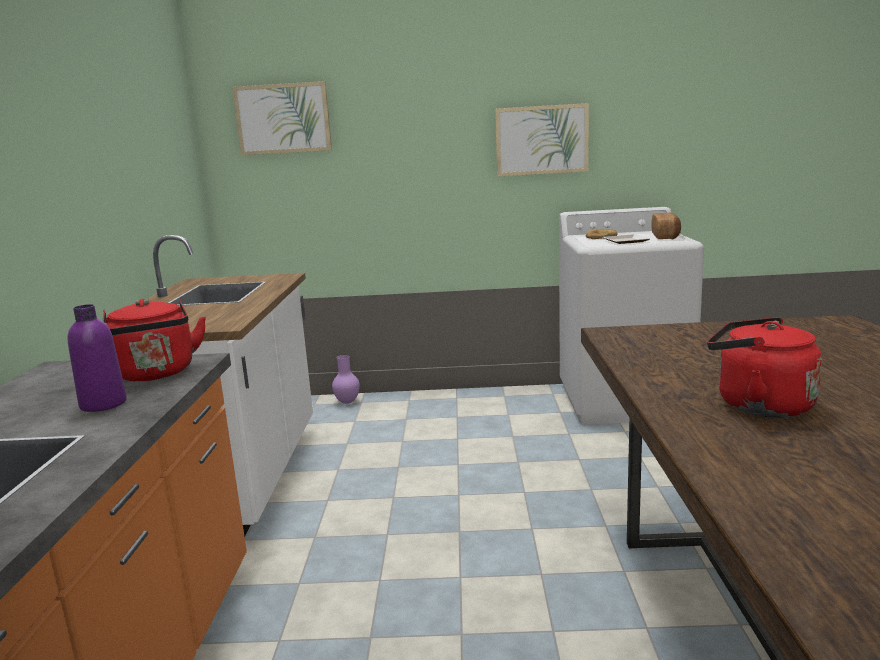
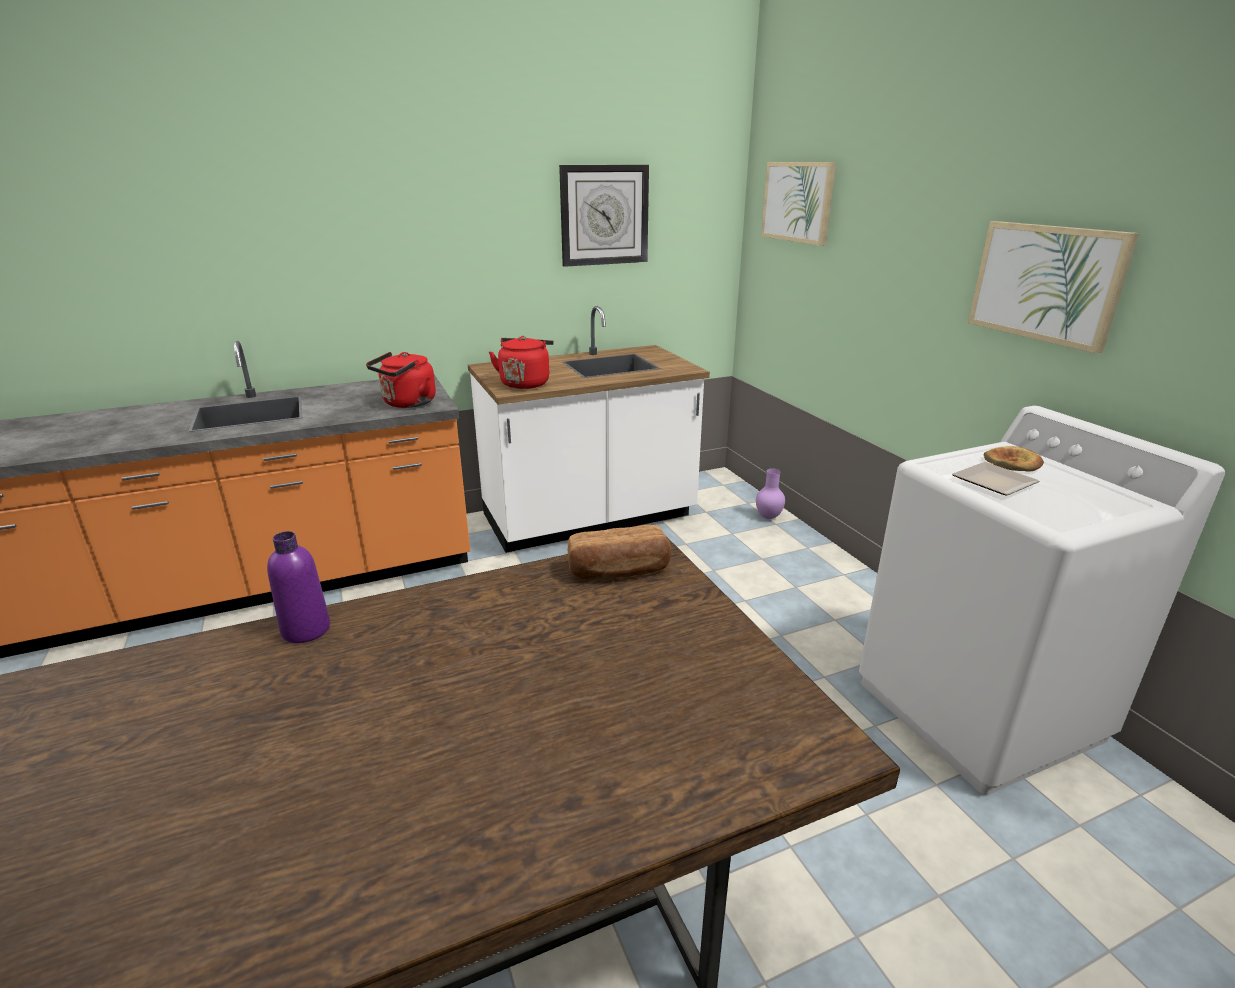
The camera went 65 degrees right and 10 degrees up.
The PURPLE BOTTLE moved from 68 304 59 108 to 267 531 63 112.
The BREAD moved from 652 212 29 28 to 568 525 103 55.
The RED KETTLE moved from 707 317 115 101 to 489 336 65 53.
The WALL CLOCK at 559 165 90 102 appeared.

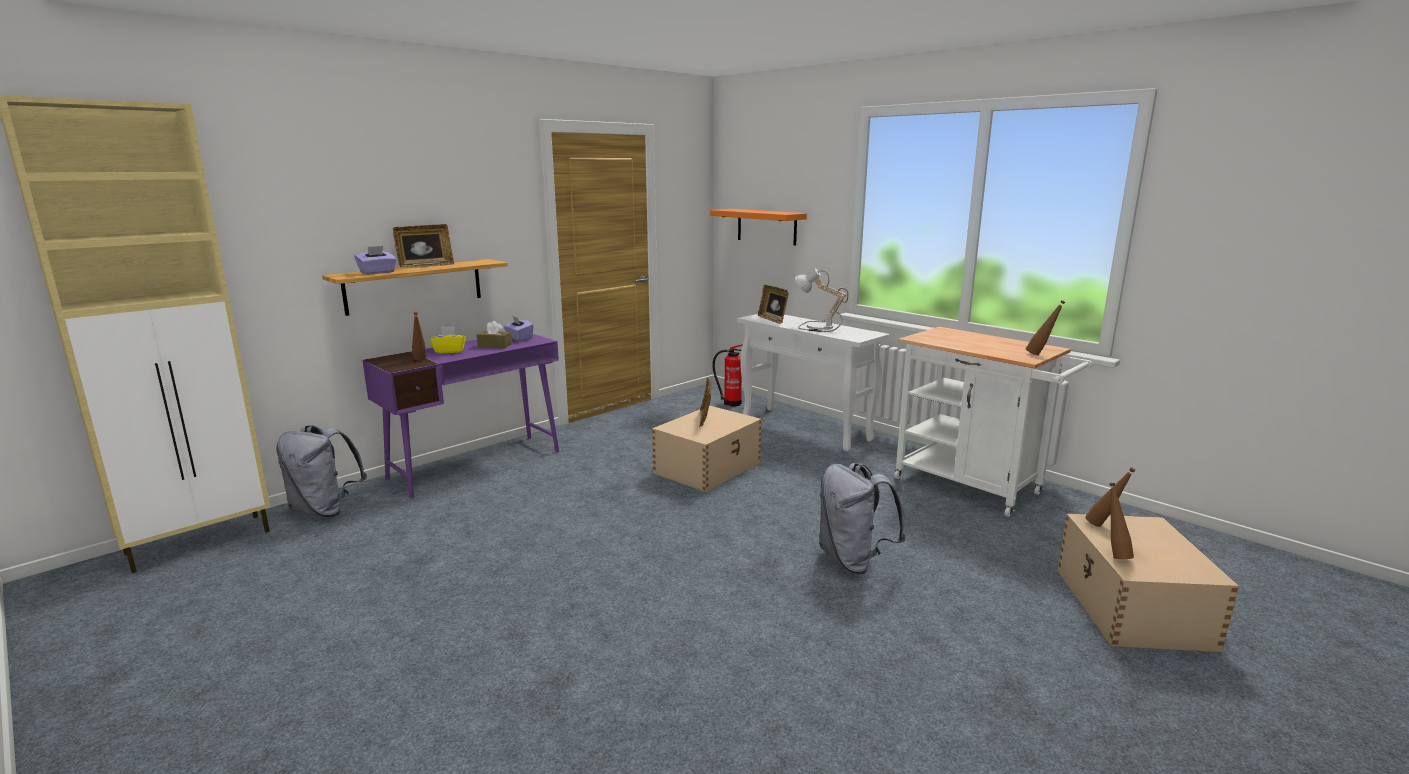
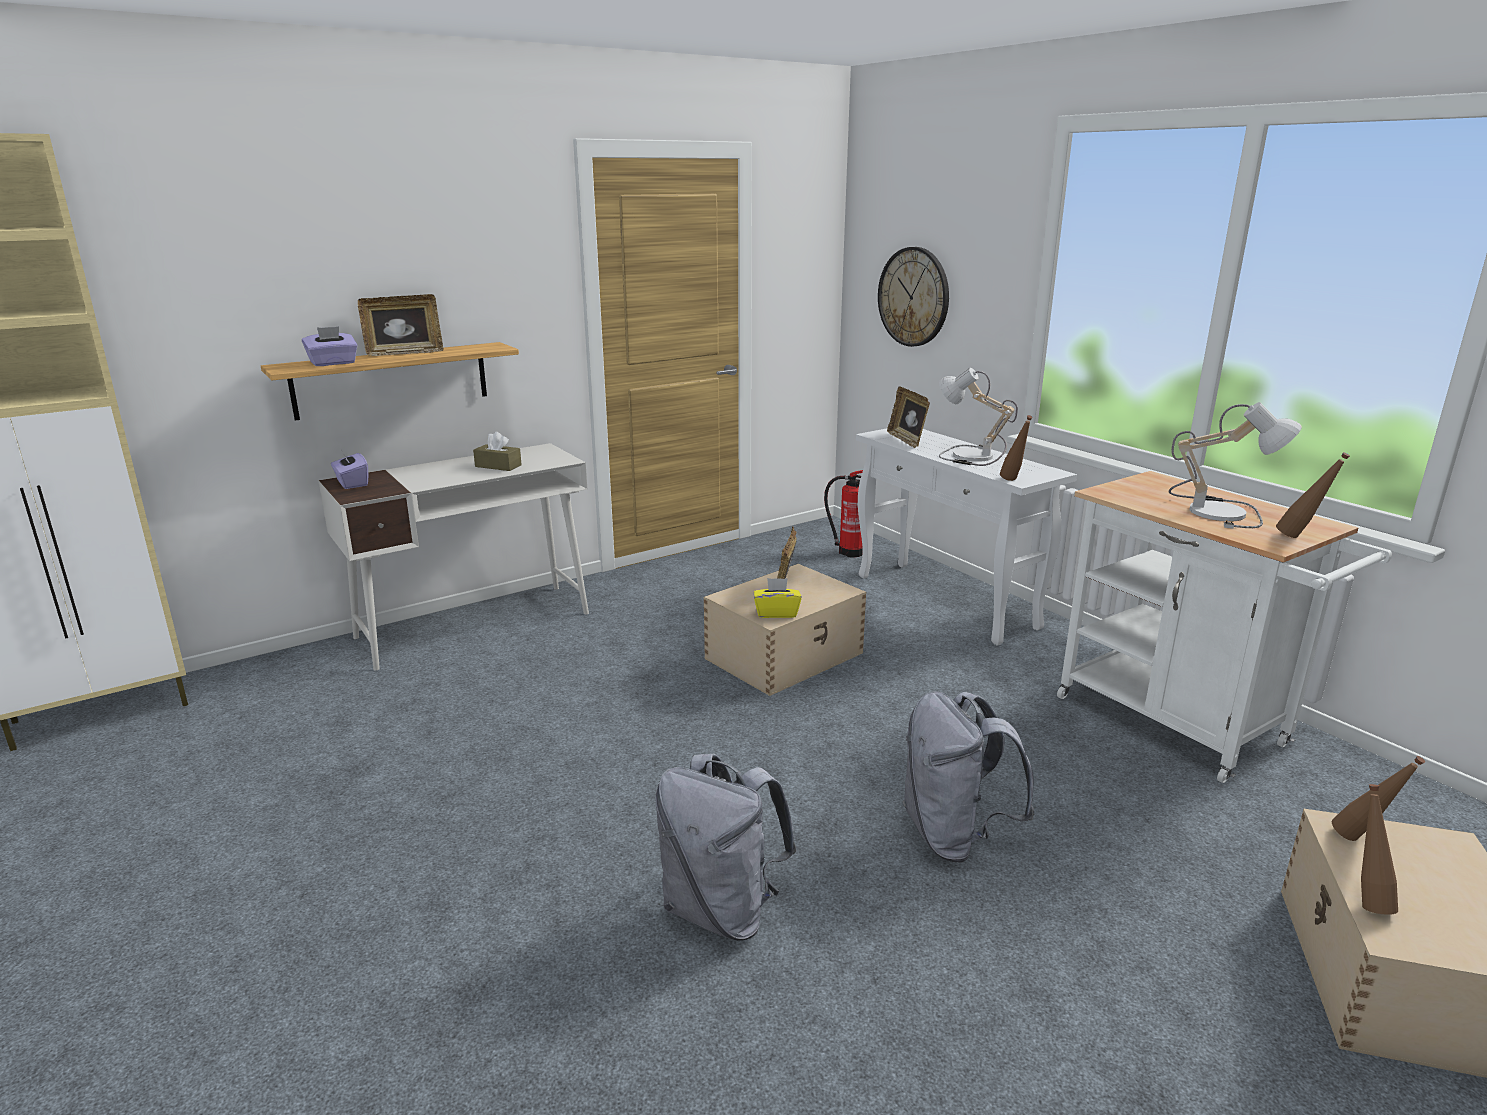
The camera went 10 degrees right and 5 degrees up.
The GREY BACKPACK moved from 276 425 91 92 to 656 754 140 187.
The PURPLE DESK at 362 334 197 164 became the WHITE DESK at 318 443 271 228.
The BROWN BOTTLE moved from 412 312 15 49 to 1000 415 33 66.
The YELLOW TISSUE BOX moved from 430 326 36 28 to 754 578 48 40.
The PURPLE TISSUE BOX moved from 504 316 30 25 to 331 451 37 38.
The ORANGE SHELF at 710 209 97 37 was replaced by the WALL CLOCK at 878 247 71 100.
The TABLE LAMP at 1169 402 133 126 appeared.

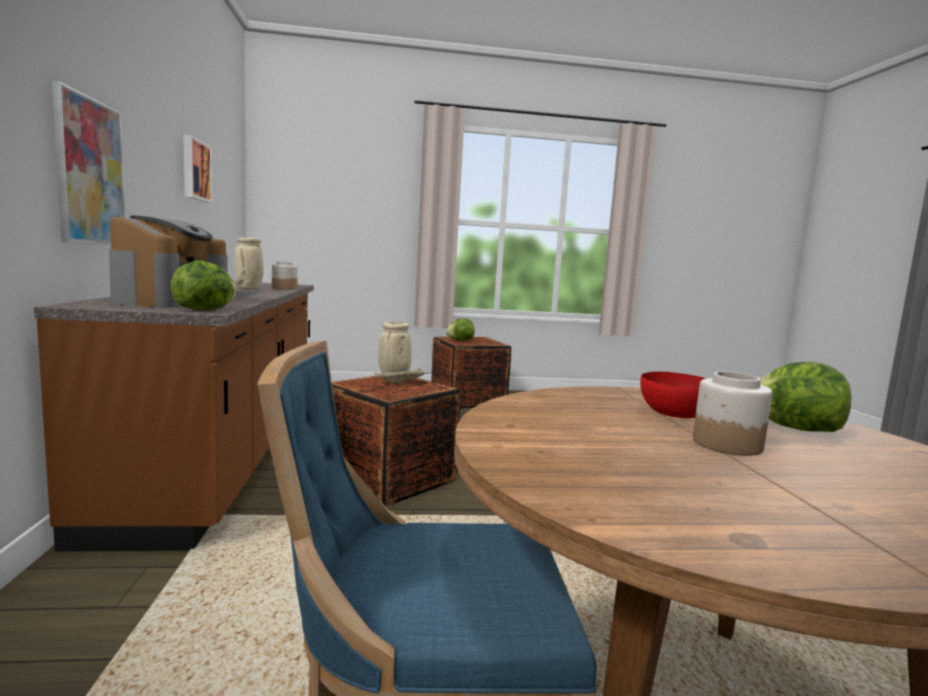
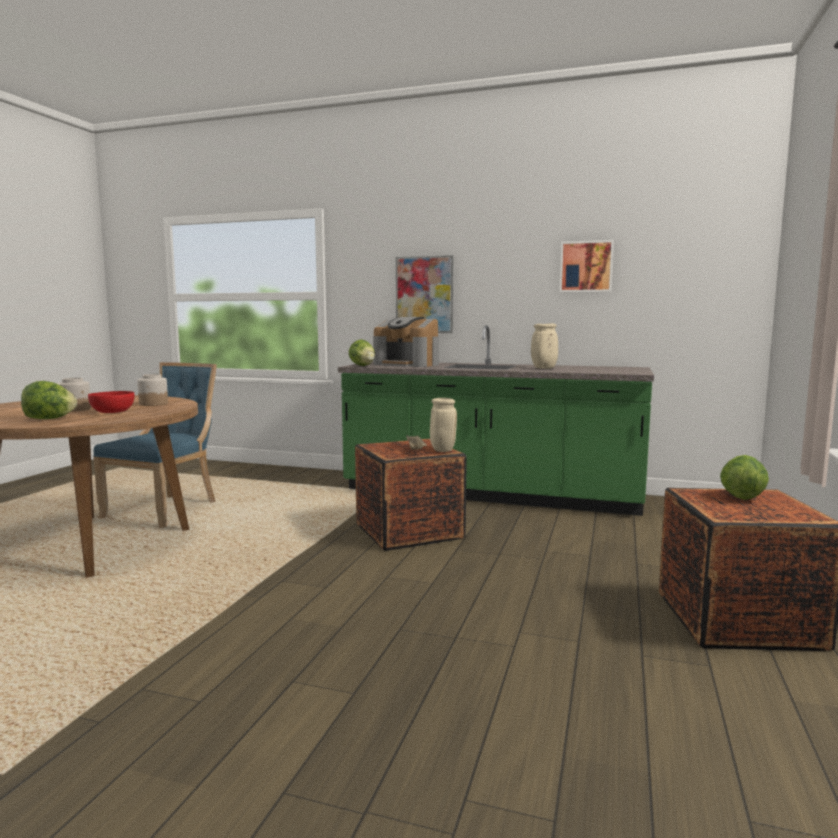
The camera went 115 degrees right and 0 degrees up.
The BROWN COUNTER at 34 281 280 271 became the GREEN COUNTER at 338 325 316 191.
The JAR moved from 272 261 26 29 to 137 374 31 32.

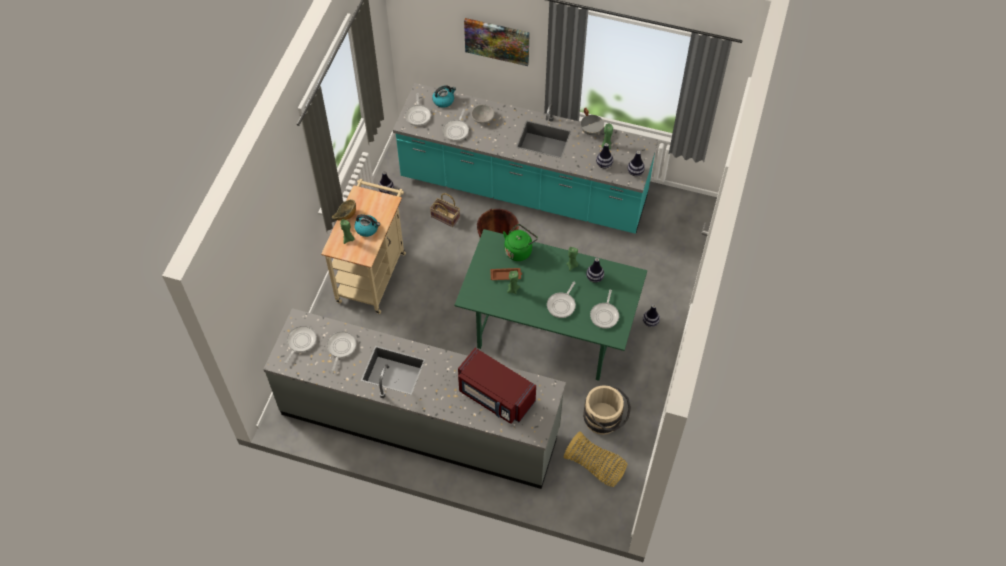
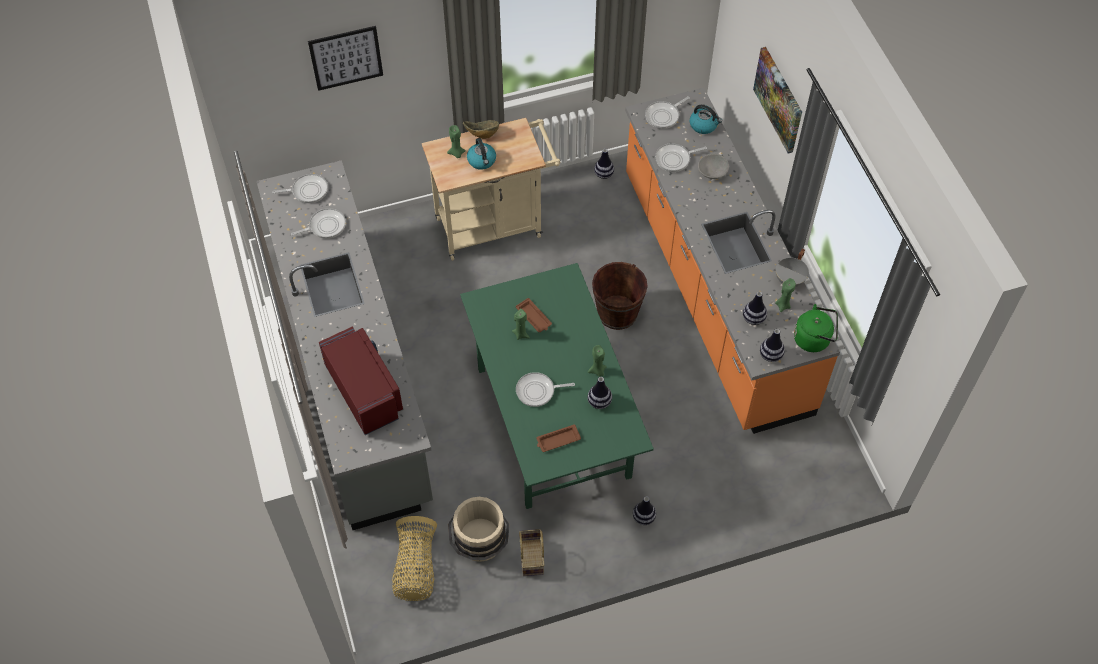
The camera went 55 degrees right and 0 degrees up.
The TURQUOISE COUNTER at 393 83 265 151 became the ORANGE COUNTER at 625 88 215 346.
The BASKET moved from 430 193 30 34 to 519 529 25 47.
The RED MICROWAVE at 458 348 78 76 turned 150 degrees clockwise.
The GREEN KETTLE moved from 503 224 35 37 to 794 304 44 48.
The FRYING PAN at 590 290 29 39 was replaced by the BROWN TRAY at 537 424 44 28.
The PICTURE at 308 26 75 65 appeared.

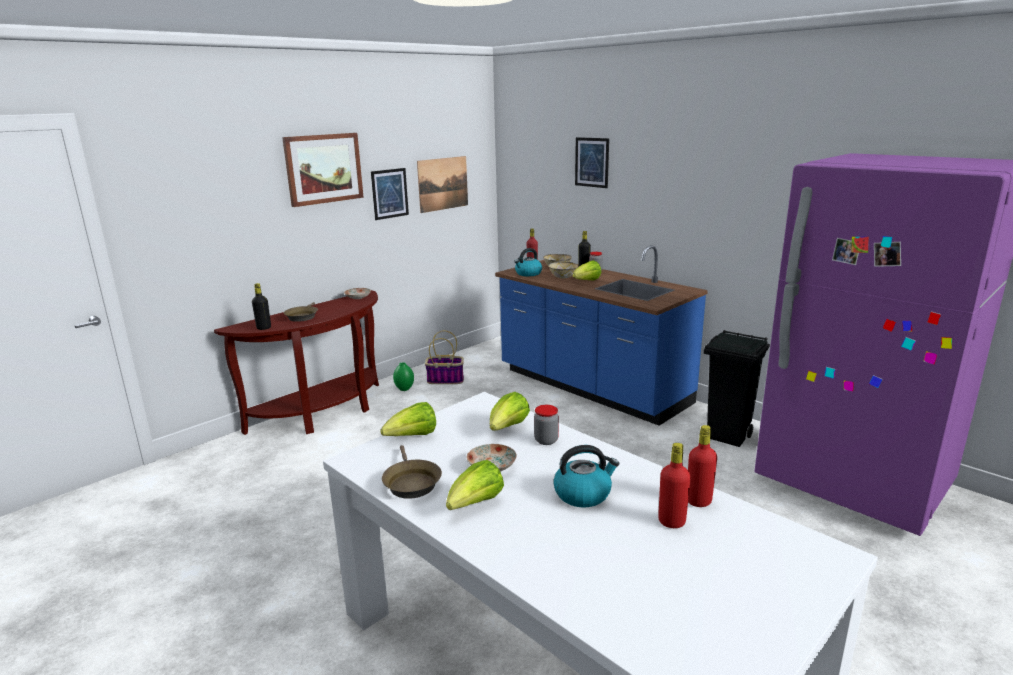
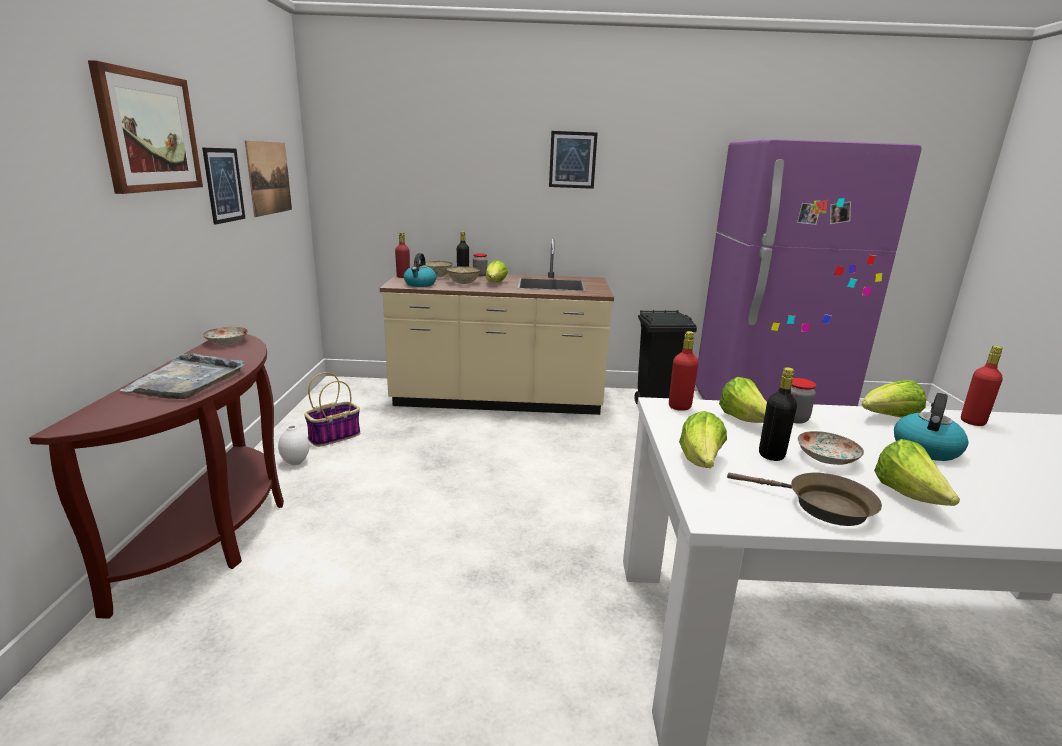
The camera went 45 degrees left and 0 degrees up.
The BLACK BOTTLE moved from 252 283 19 47 to 759 367 38 94.
The BROWN FRYING PAN at 284 302 34 20 was replaced by the GREY TRAY at 119 354 126 45.
The GREEN VASE at 393 362 21 29 became the WHITE VASE at 278 425 31 40.
The BLUE COUNTER at 495 245 213 181 became the BEIGE COUNTER at 380 238 234 177.
The PICTURE moved from 575 137 34 51 to 549 131 49 58.
The RED BOTTLE moved from 658 443 33 85 to 669 331 30 80.
The LETTUCE at 862 380 64 38 appeared.

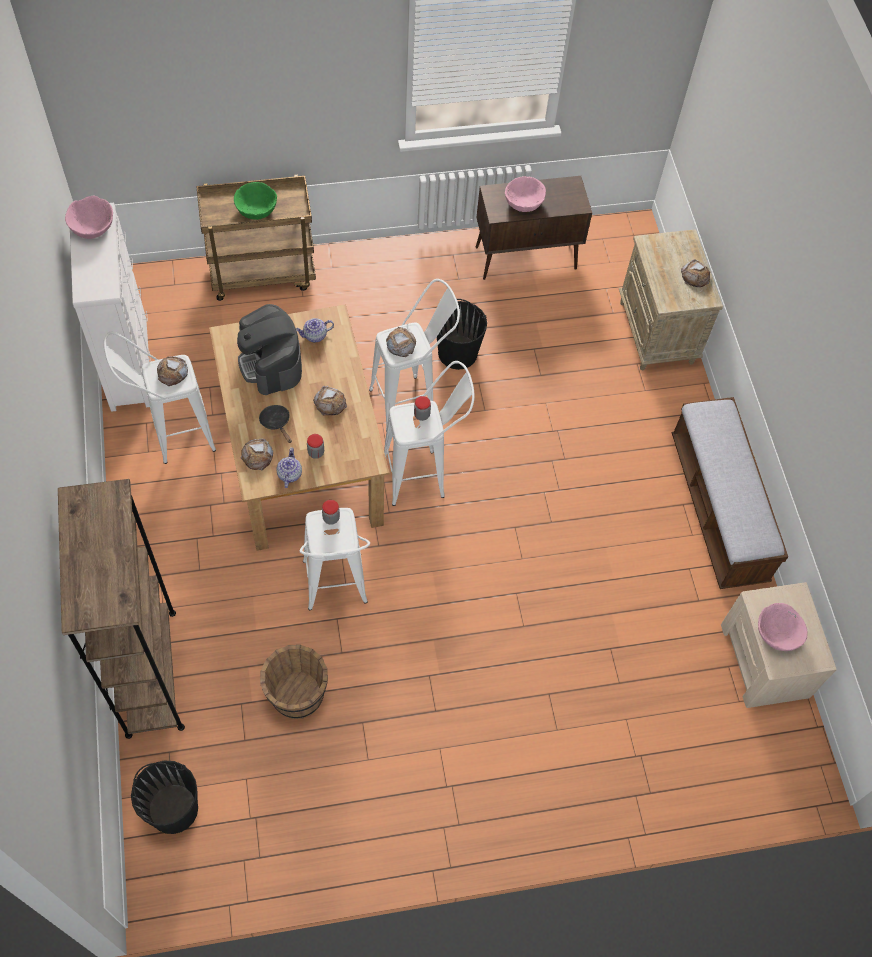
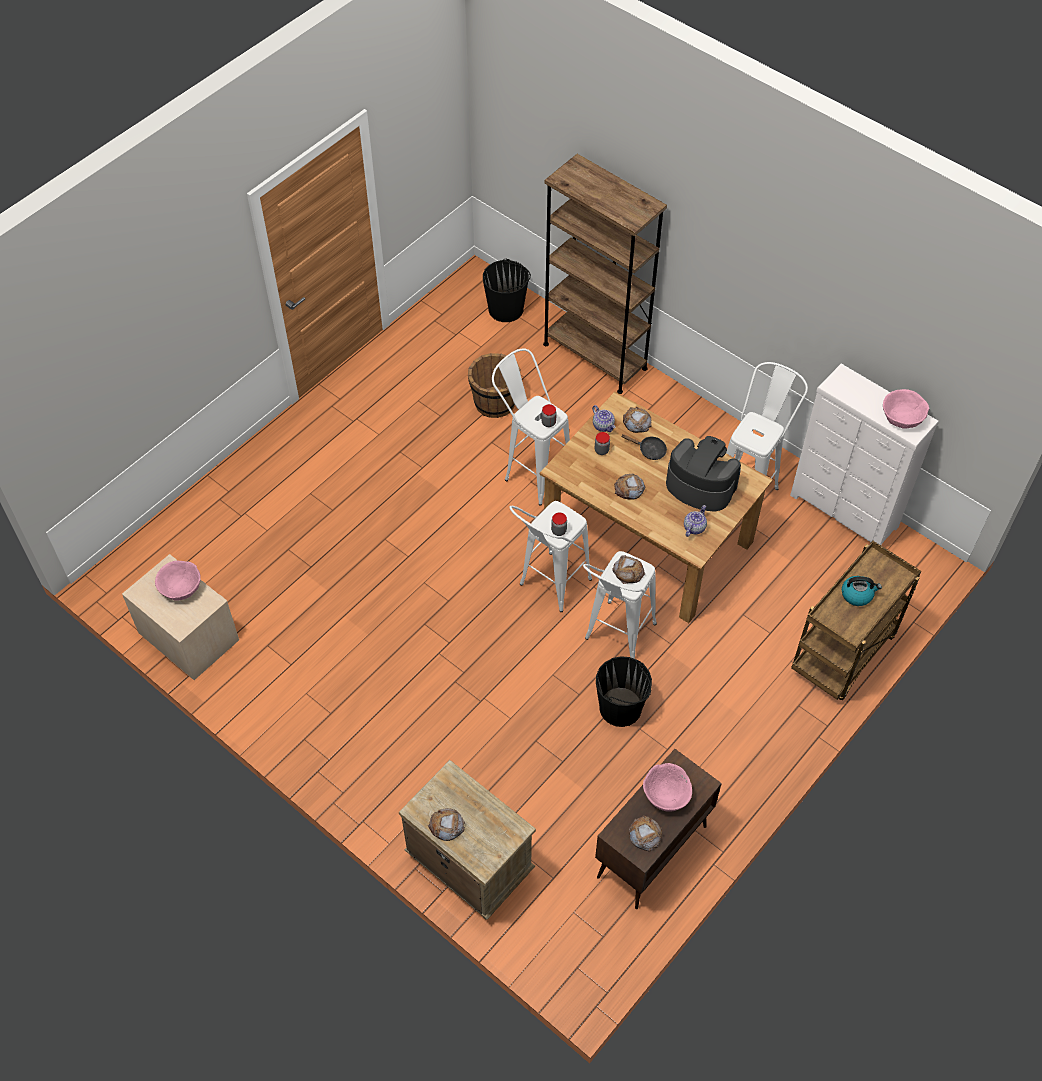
The camera went 145 degrees right and 5 degrees down.
The BREAD moved from 157 356 31 30 to 629 815 33 37.
The GREEN BOWL at 234 182 43 38 was replaced by the KETTLE at 842 576 40 30.
The BENCH at 672 397 116 192 disappeared.

